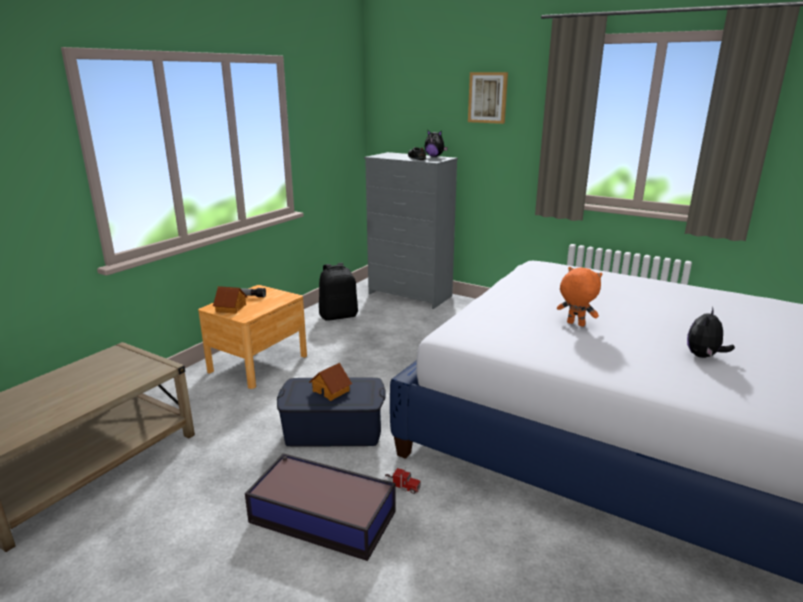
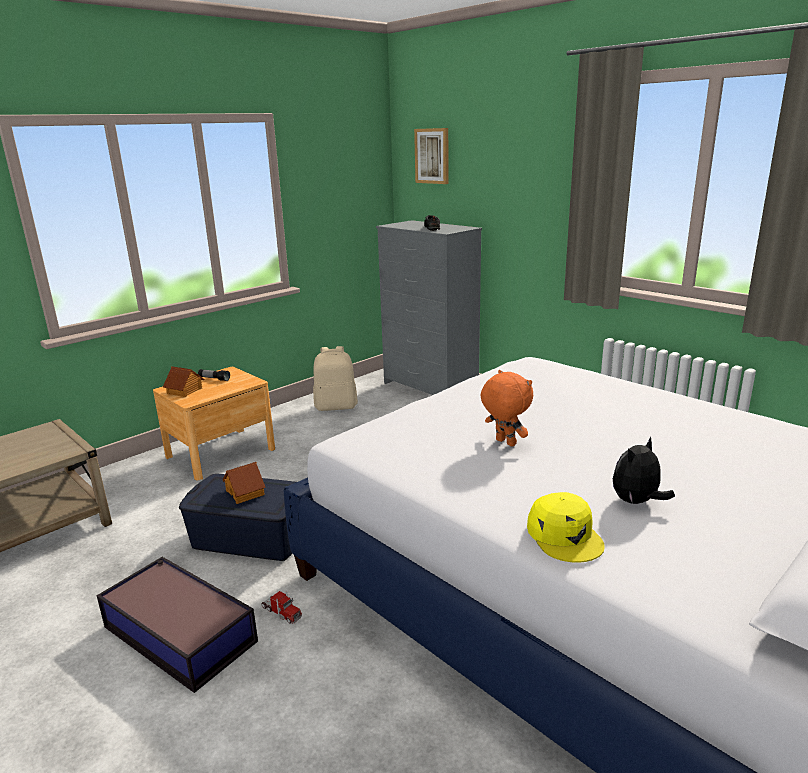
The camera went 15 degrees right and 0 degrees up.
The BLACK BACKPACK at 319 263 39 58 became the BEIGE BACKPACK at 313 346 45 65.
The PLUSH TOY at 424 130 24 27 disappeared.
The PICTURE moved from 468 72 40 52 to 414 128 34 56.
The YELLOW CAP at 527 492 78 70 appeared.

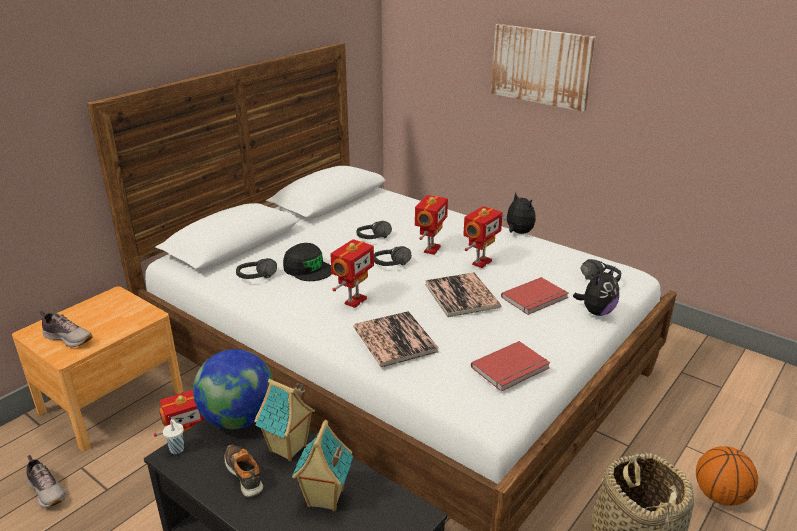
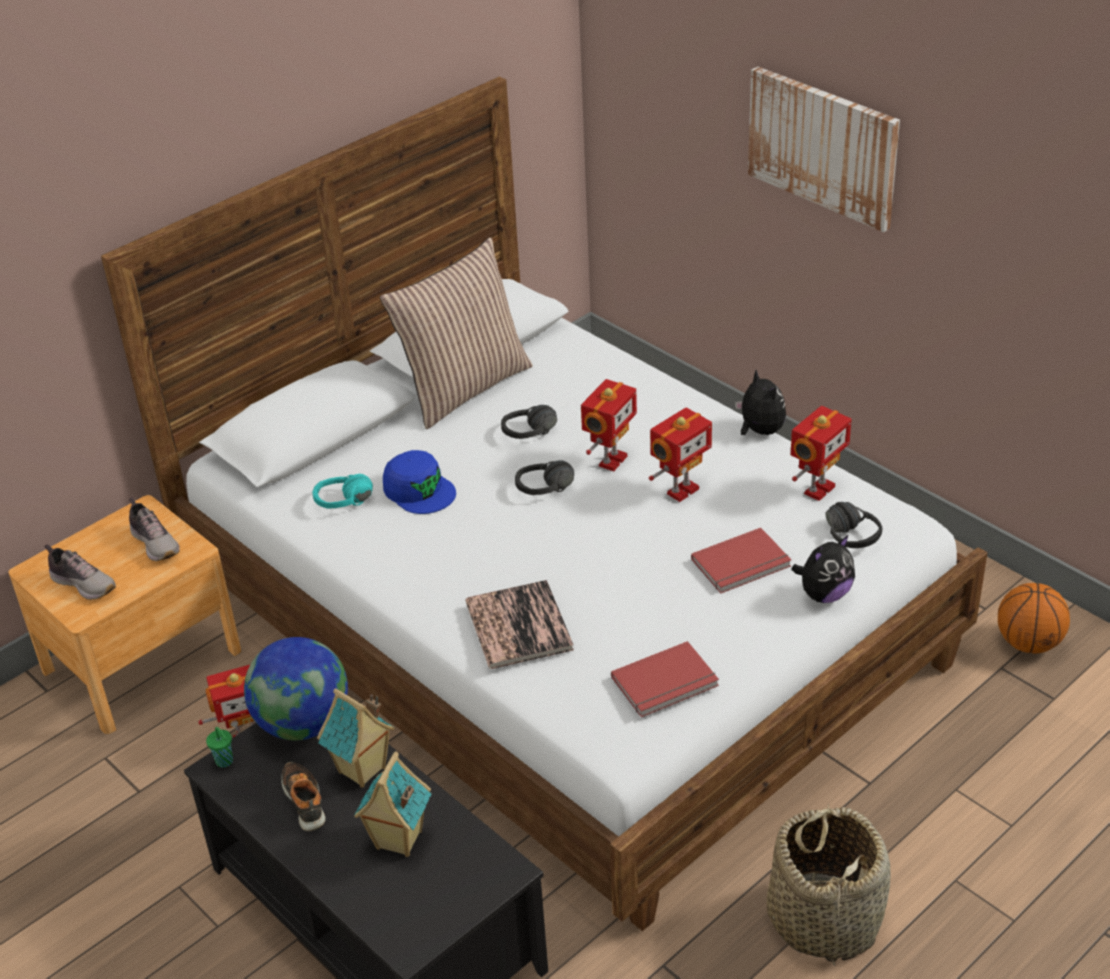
The camera went 10 degrees right and 10 degrees up.
The SHOE moved from 27 455 39 53 to 129 497 51 64.
The WHITE CUP at 163 419 21 35 became the GREEN CUP at 206 727 27 41.
The BLACK HEADPHONES at 236 258 41 21 became the TURQUOISE HEADPHONES at 312 474 61 34.
The BLACK CAP at 283 243 49 38 became the BLUE CAP at 383 450 73 64.
The TOY ROBOT moved from 330 239 44 69 to 791 406 61 95.
The BOOK at 425 273 76 44 disappeared.
The BASKETBALL moved from 696 446 62 60 to 998 583 72 71.
The PILLOW at 380 237 153 192 appeared.

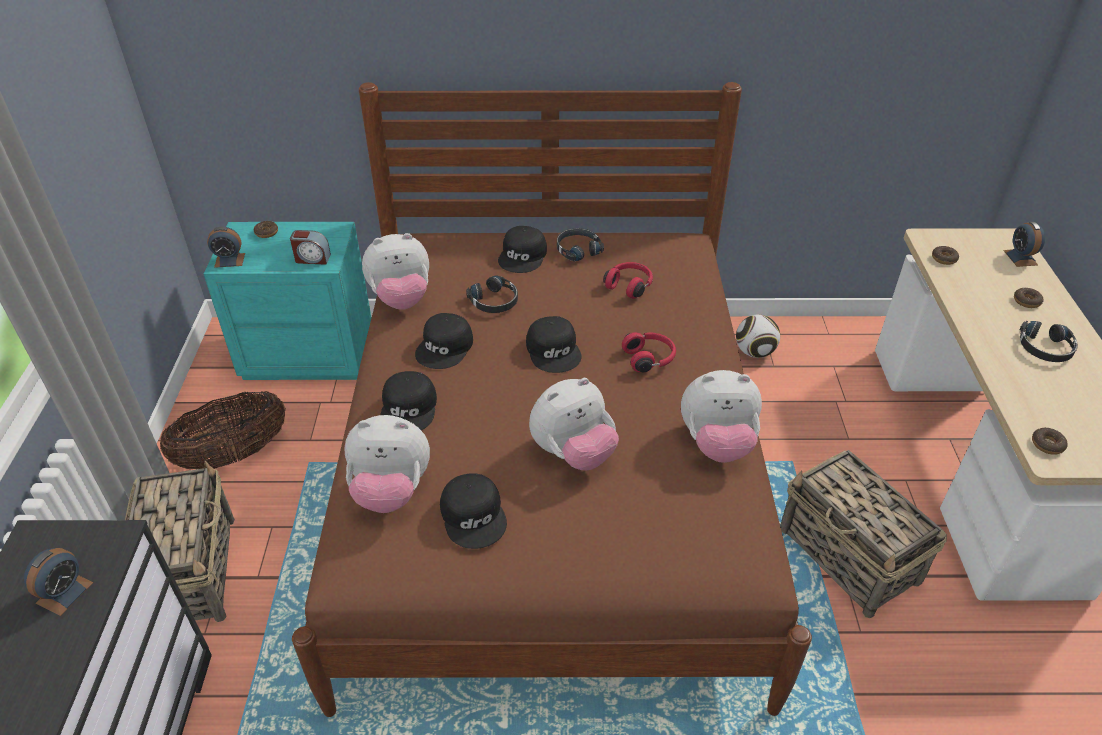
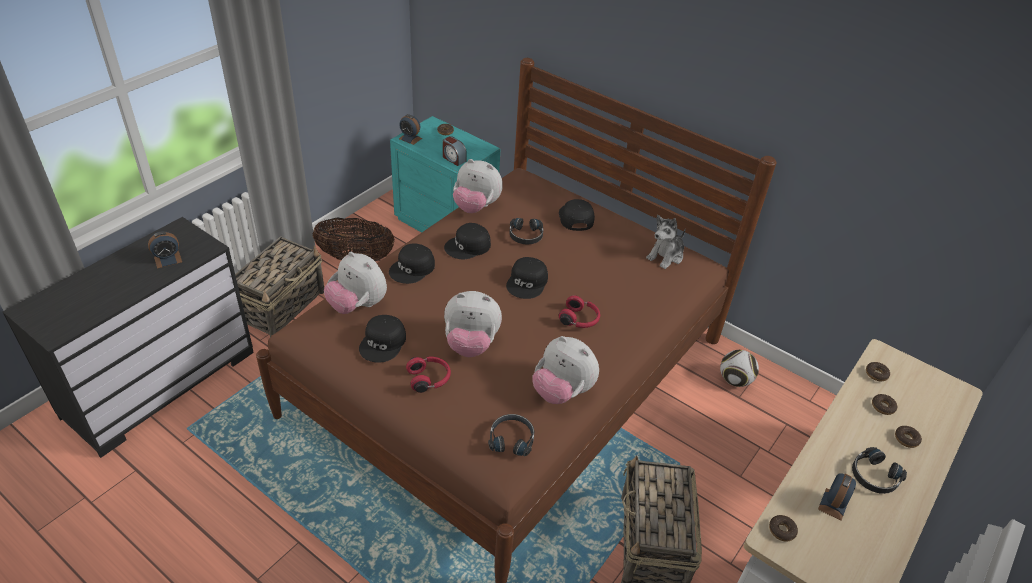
The camera went 35 degrees right and 0 degrees up.
The BLACK CAP at 498 226 49 47 turned 120 degrees clockwise.
The BLACK HEADPHONES moved from 557 228 47 33 to 488 414 46 42.
The RED HEADPHONES moved from 603 262 50 37 to 406 357 45 36.
The ALARM CLOCK moved from 1003 222 42 45 to 818 473 38 48.
The PLUSH TOY at 646 215 40 54 appeared.
The DONUT at 872 394 25 21 appeared.

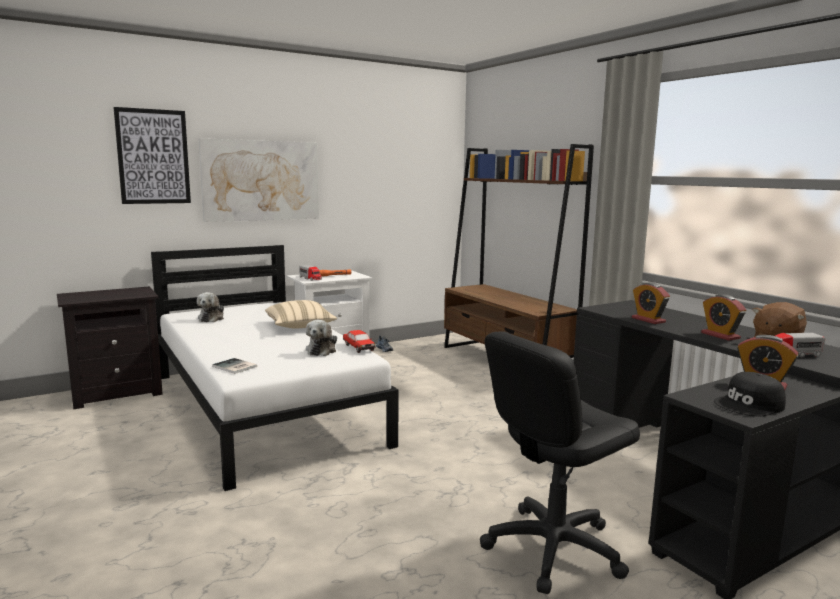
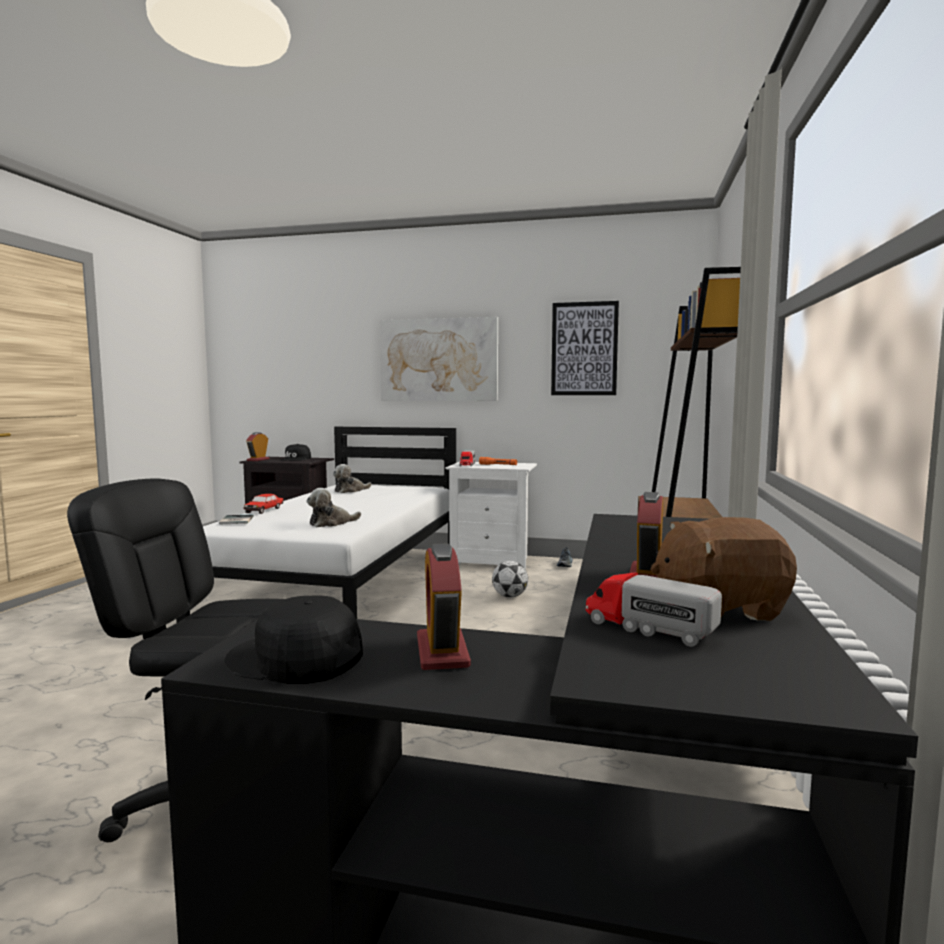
The camera went 45 degrees right and 5 degrees down.
The PICTURE moved from 113 107 78 97 to 551 301 68 94.
The BEIGE PILLOW at 265 300 72 28 disappeared.
The TOY CAR moved from 343 330 33 23 to 244 494 40 20.
The ALARM CLOCK moved from 632 283 38 41 to 246 432 23 29.
The BLACK CAP at 280 444 31 17 appeared.
The FOOTBALL at 492 561 36 37 appeared.

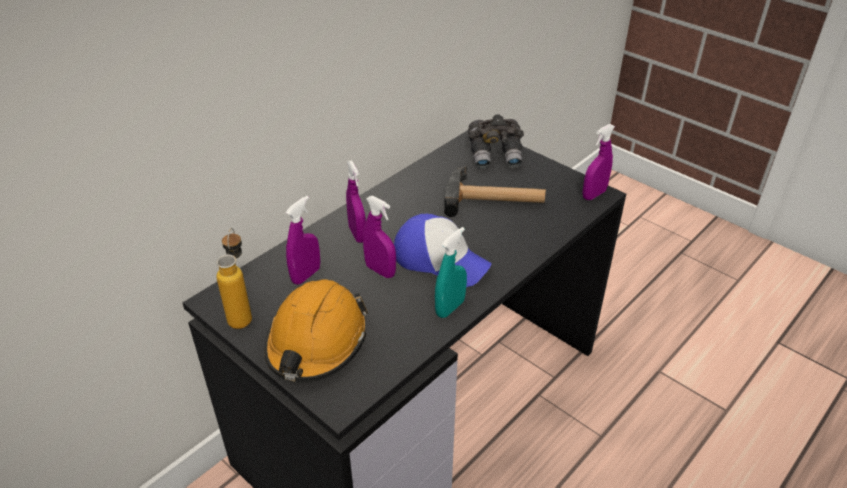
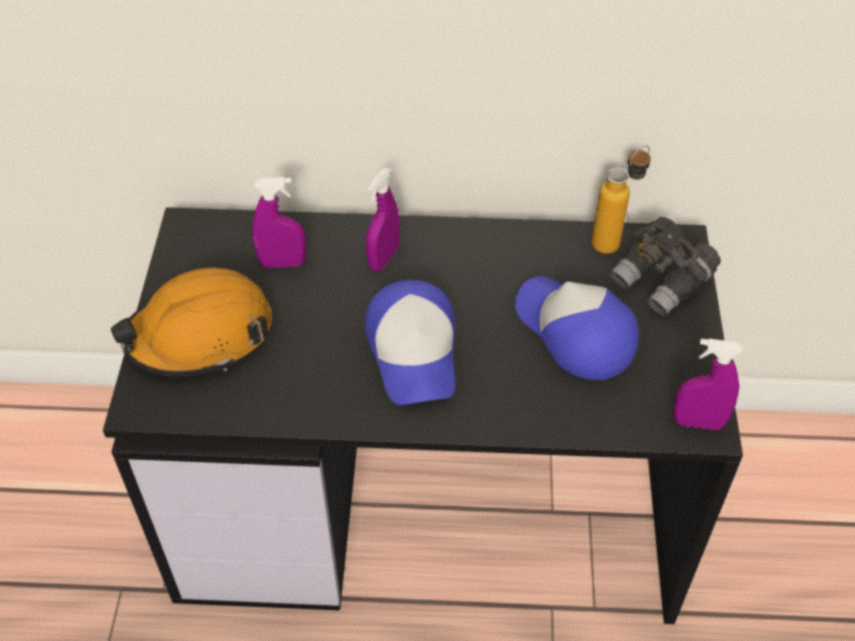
The camera went 50 degrees right and 10 degrees up.
The BOTTLE moved from 216 228 36 101 to 592 145 59 109.
The PURPLE SPRAY BOTTLE at 363 196 33 82 disappeared.
The TURQUOISE SPRAY BOTTLE at 435 227 32 91 disappeared.
The HAMMER at 444 166 102 51 was replaced by the CAP at 515 276 124 104.

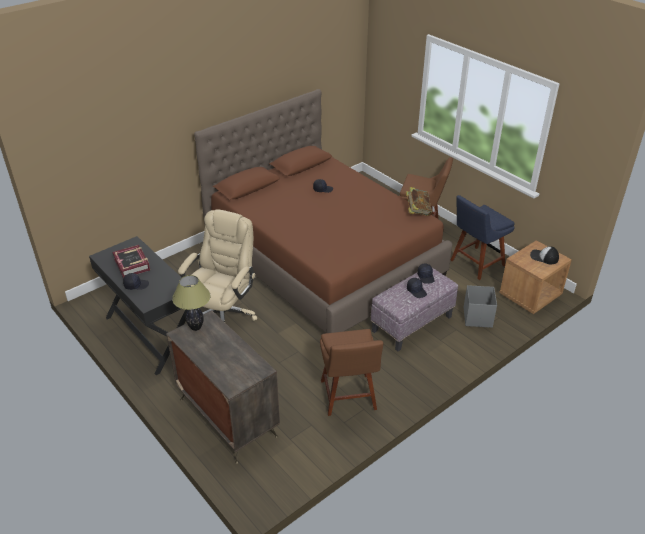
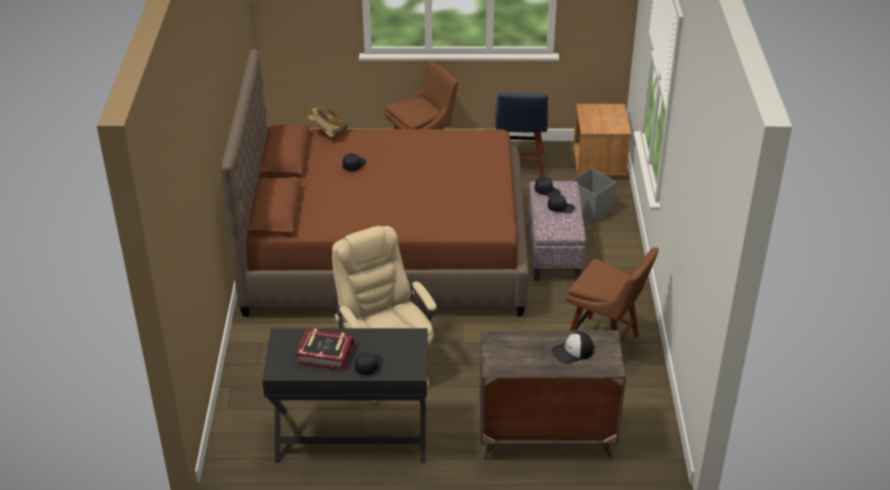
The camera went 50 degrees left and 0 degrees up.
The TABLE LAMP at 172 275 39 56 disappeared.
The BOOK moved from 406 187 26 29 to 307 106 41 31.
The CAP moved from 530 246 29 18 to 551 331 43 33.

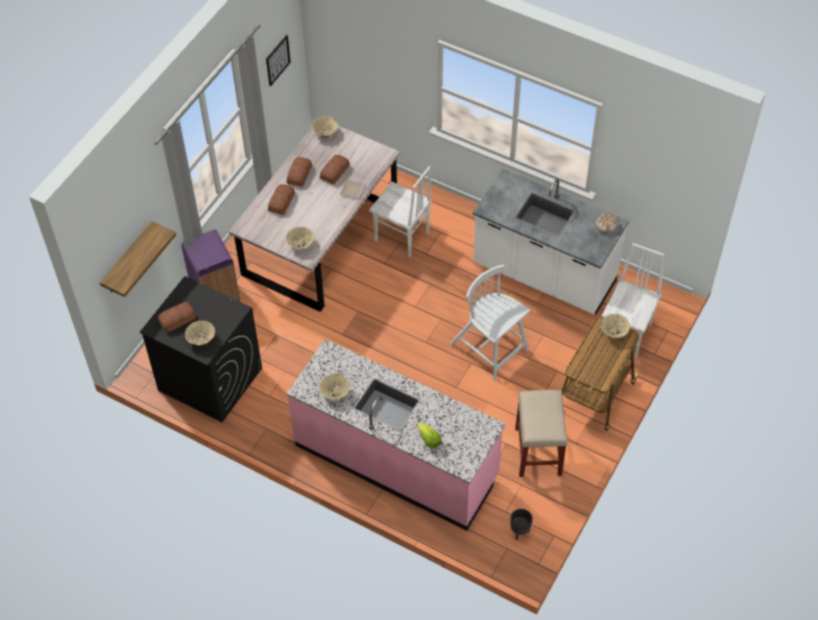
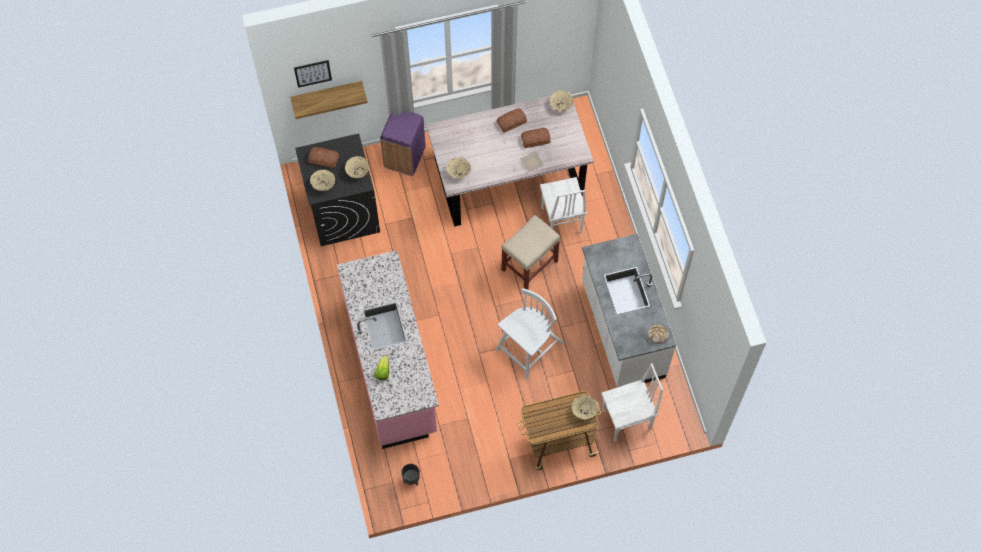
The camera went 45 degrees right and 10 degrees up.
The PICTURE moved from 266 35 25 51 to 294 60 38 28.
The BREAD at 268 184 27 31 disappeared.
The BEIGE BOWL moved from 319 374 31 26 to 345 156 24 22.
The WHITE CHAIR at 450 265 80 116 turned 45 degrees clockwise.
The BEIGE STOOL moved from 515 390 52 87 to 501 215 59 75.

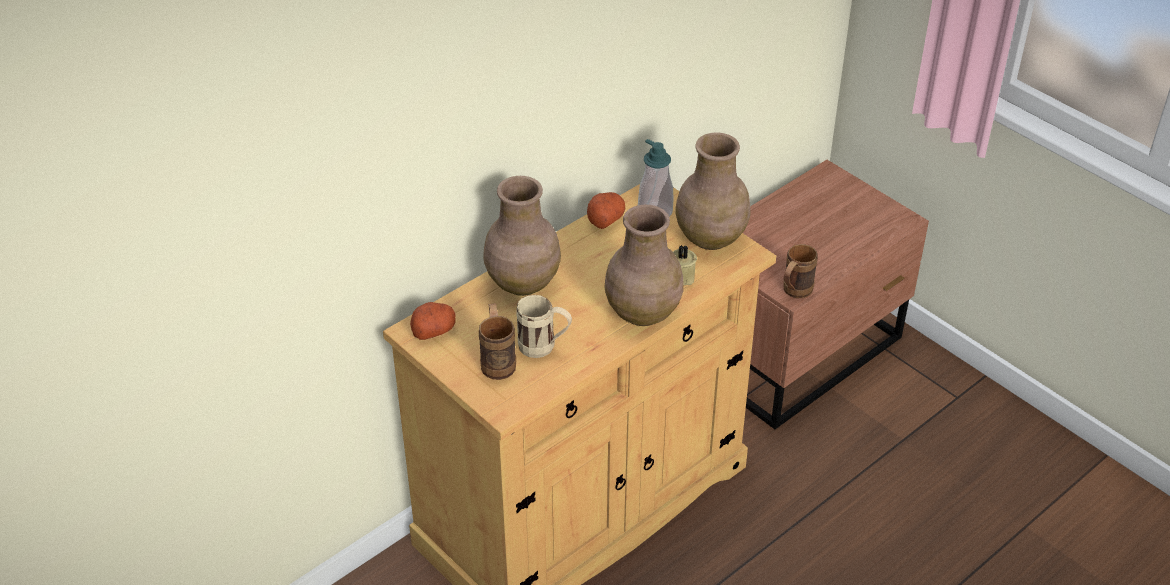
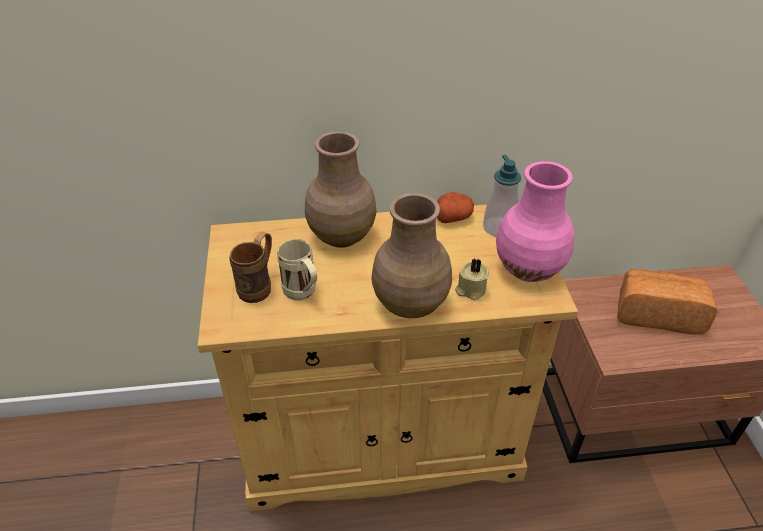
The camera went 35 degrees right and 0 degrees up.
The POTATO at 410 302 45 38 disappeared.
The BROWN VASE at 675 133 75 117 became the PINK VASE at 496 161 78 121.
The BROWN MUG at 784 244 34 54 disappeared.
The BREAD at 617 269 101 66 appeared.

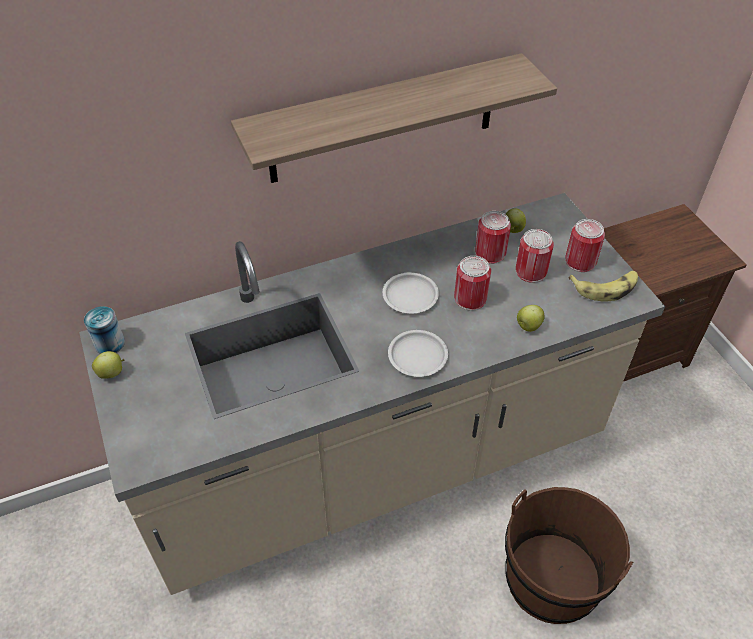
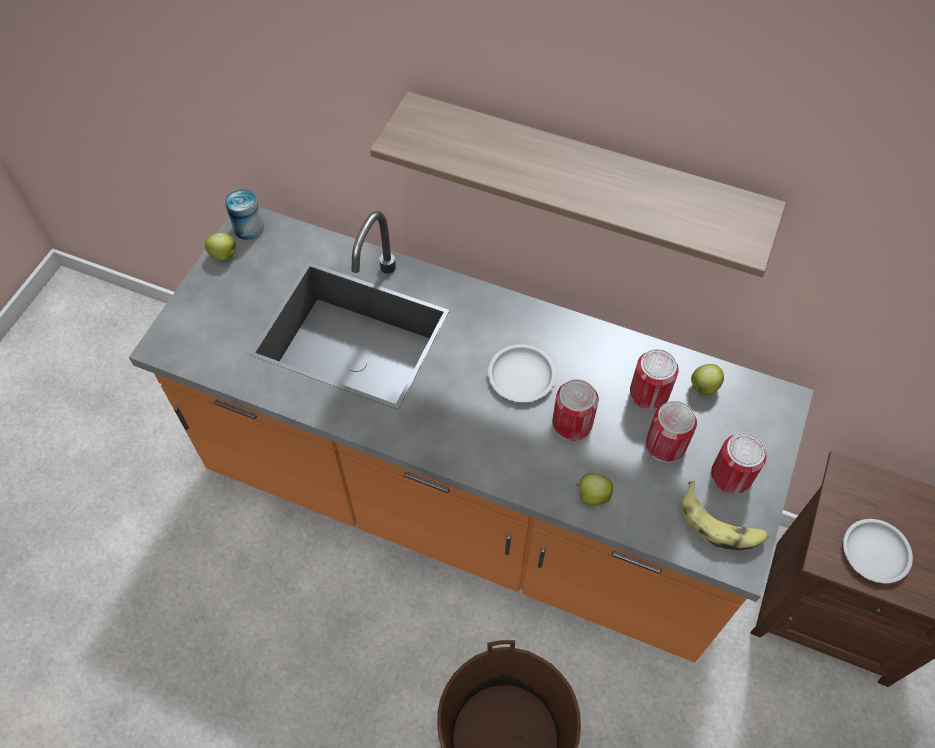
The camera went 45 degrees right and 10 degrees up.
The BEIGE COUNTER at 79 193 586 402 became the ORANGE COUNTER at 129 207 685 455.
The WHITE PLATE moved from 388 330 60 47 to 843 519 70 64.

